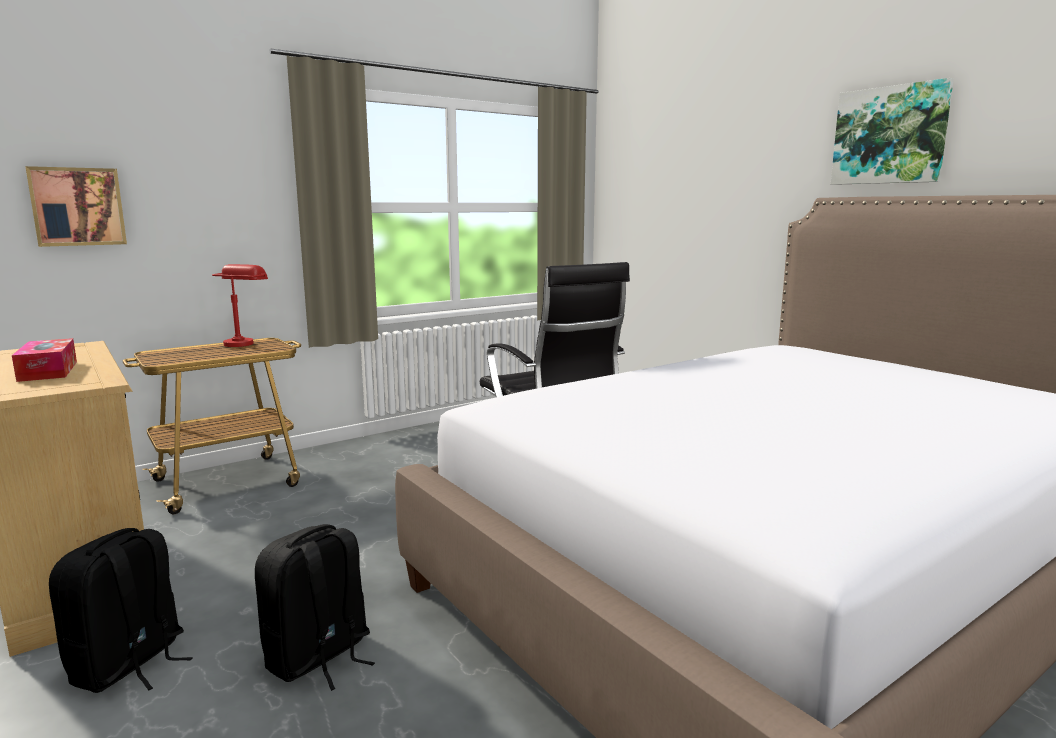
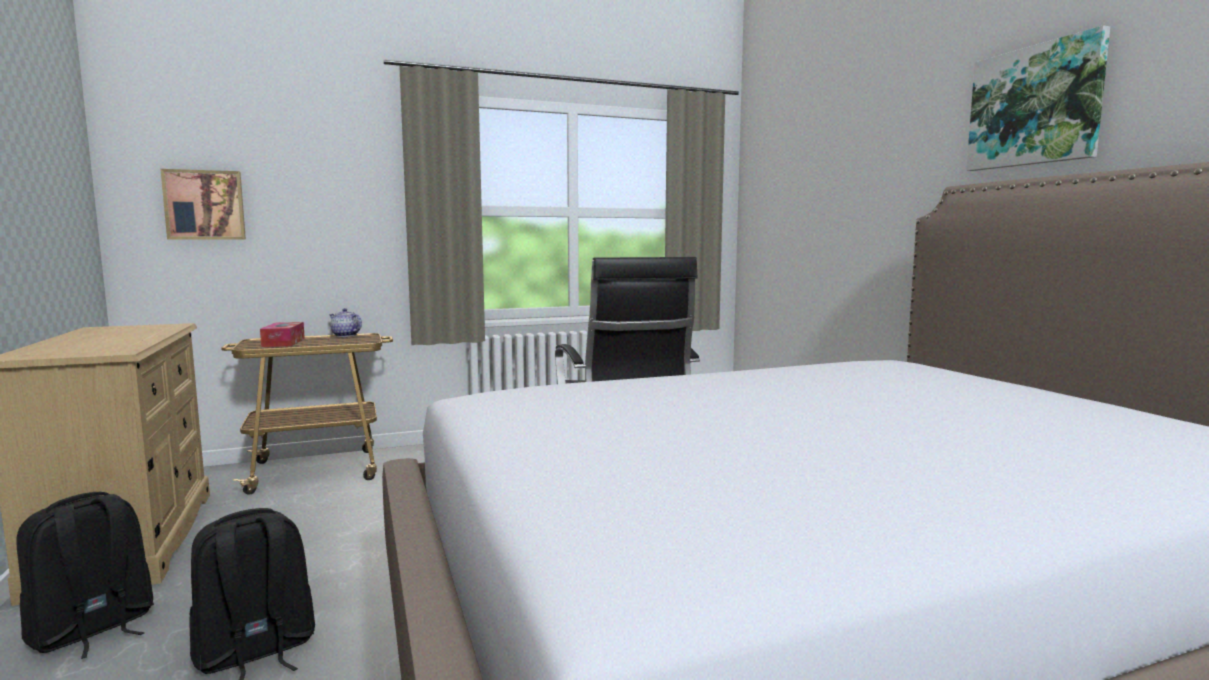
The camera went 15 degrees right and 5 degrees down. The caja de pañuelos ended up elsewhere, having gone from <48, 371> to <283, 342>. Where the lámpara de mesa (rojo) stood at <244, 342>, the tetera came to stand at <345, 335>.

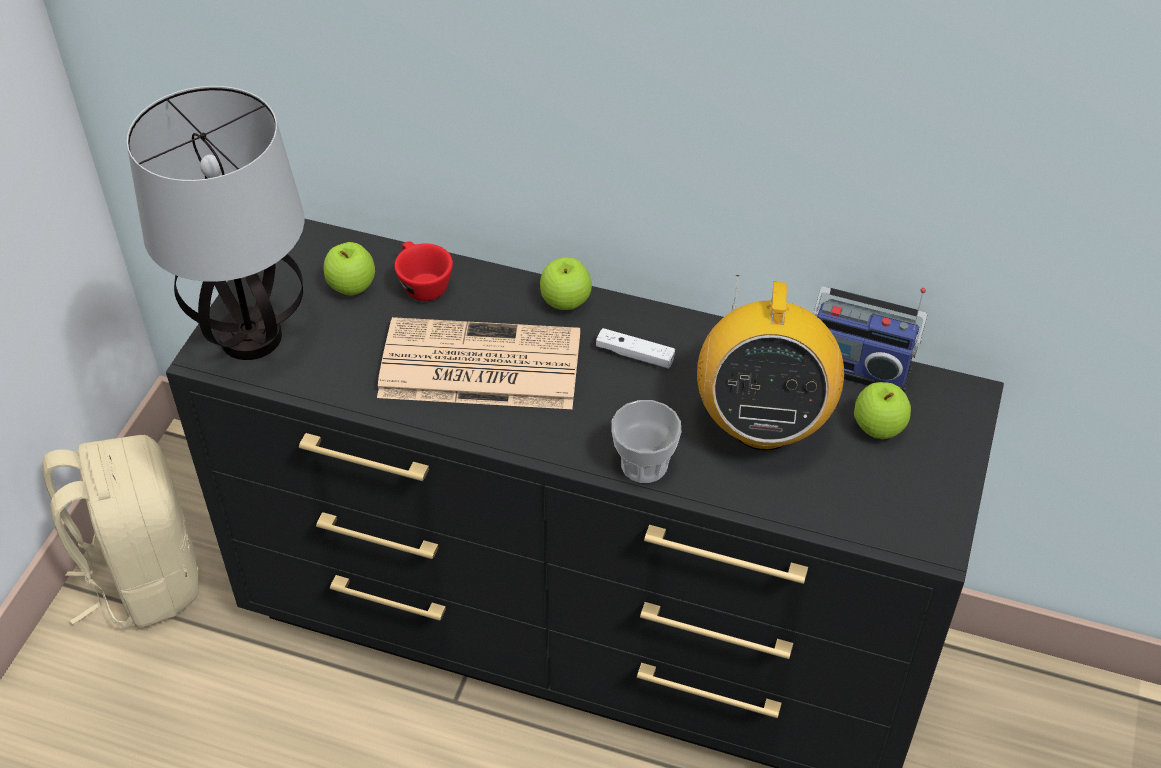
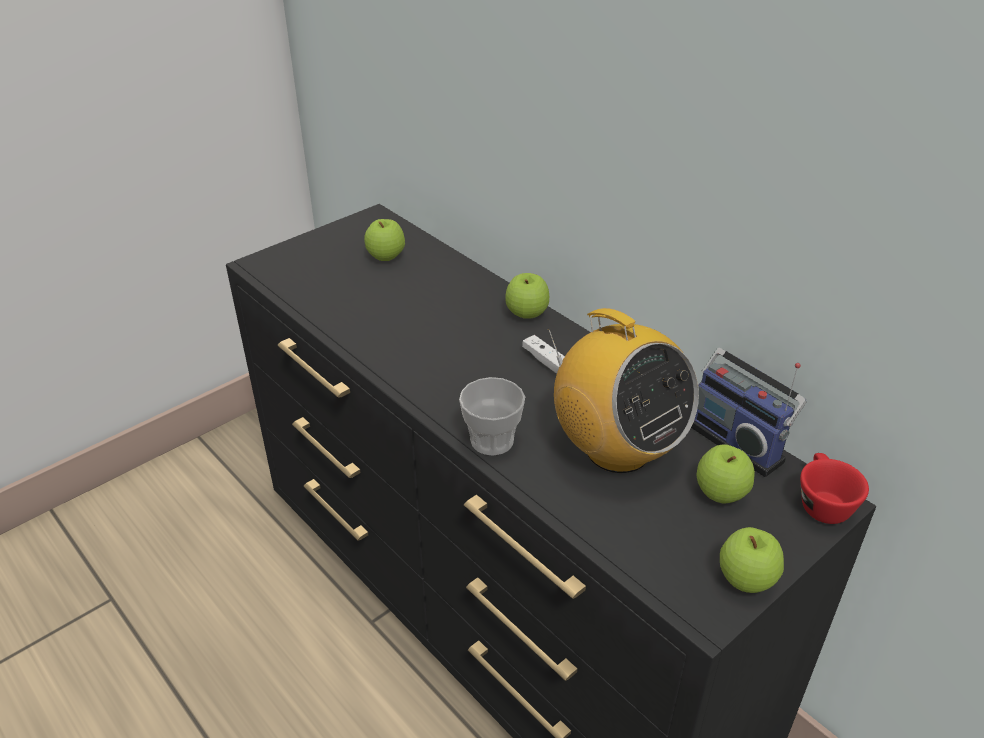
The camera went 30 degrees right and 10 degrees down. The second view lost the mochila (beis) at <143, 577>. The second view lost the lámpara de mesa at <249, 338>. The second view lost the periódico at <477, 366>. The taza (rojo) ended up elsewhere, having gone from <421, 284> to <821, 502>. The radio at <762, 423> ended up facing another way, 75 degrees counterclockwise from before. The second view gained the manzana at <746, 580>.

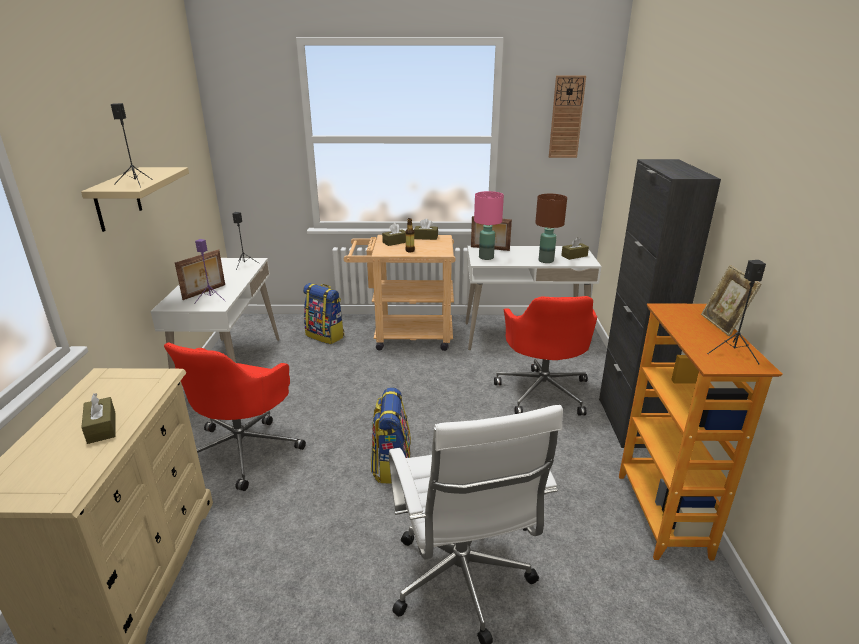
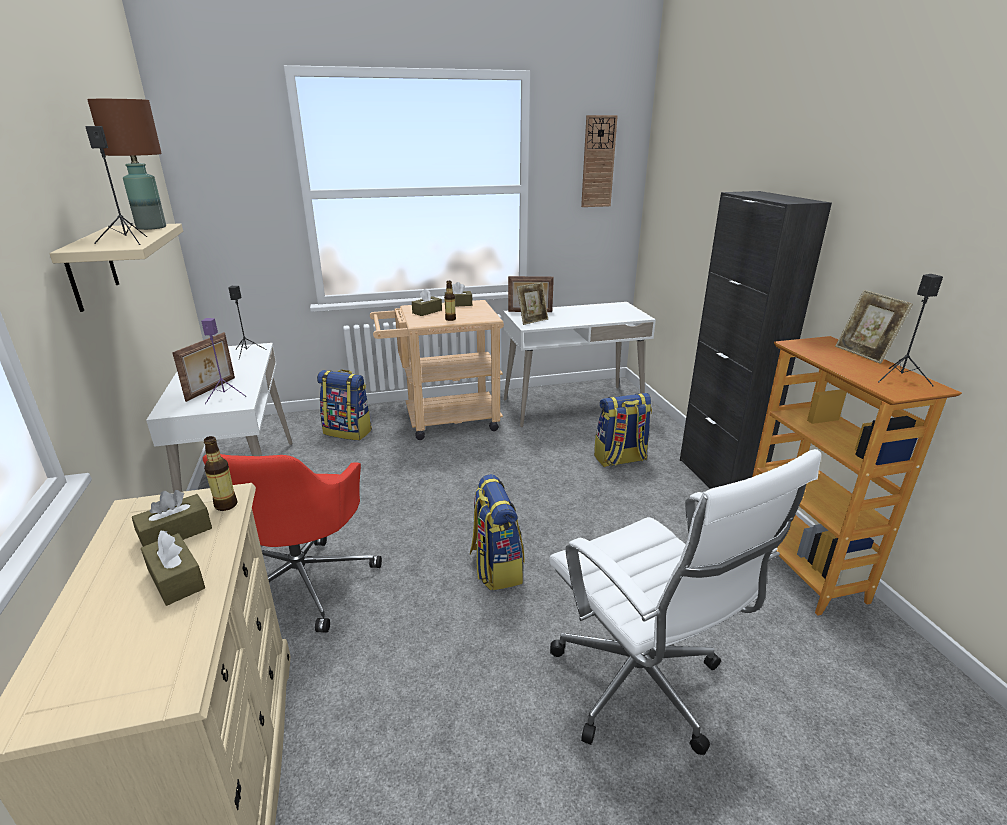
The camera went 15 degrees left and 0 degrees up. Where the lámpara de mesa (rosa) stood at <486, 257>, the portarretratos came to stand at <532, 320>. Where the silla de oficina (rojo) stood at <543, 391>, the mochila came to stand at <620, 459>. The lámpara de mesa (marrón) ended up elsewhere, having gone from <546, 260> to <152, 227>. The caja de pañuelos (marrón) ended up elsewhere, having gone from <574, 256> to <176, 533>. The second view gained the botella at <226, 505>.

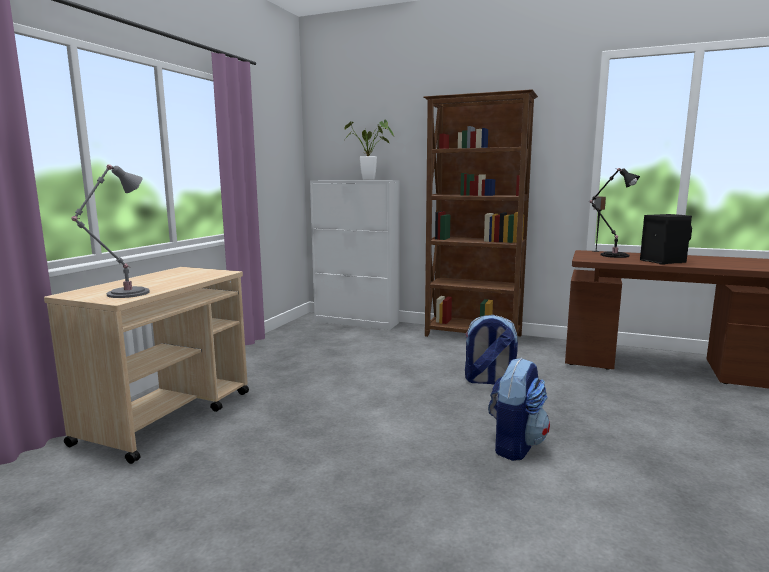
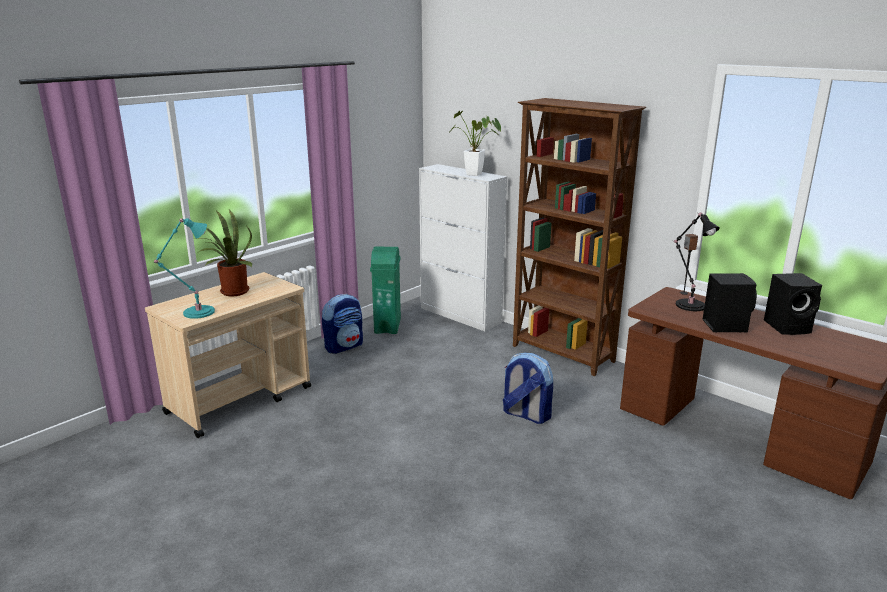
The camera went 20 degrees right and 10 degrees up. What was the lámpara de mesa (gris) at <124, 294> turned into the lámpara de mesa (turquesa) at <196, 313>. The mochila ended up elsewhere, having gone from <515, 445> to <344, 346>. The second view gained the planta en maceta at <231, 292>. The second view gained the papelera (verde) at <388, 326>. The second view gained the altavoz (negro) at <788, 327>.

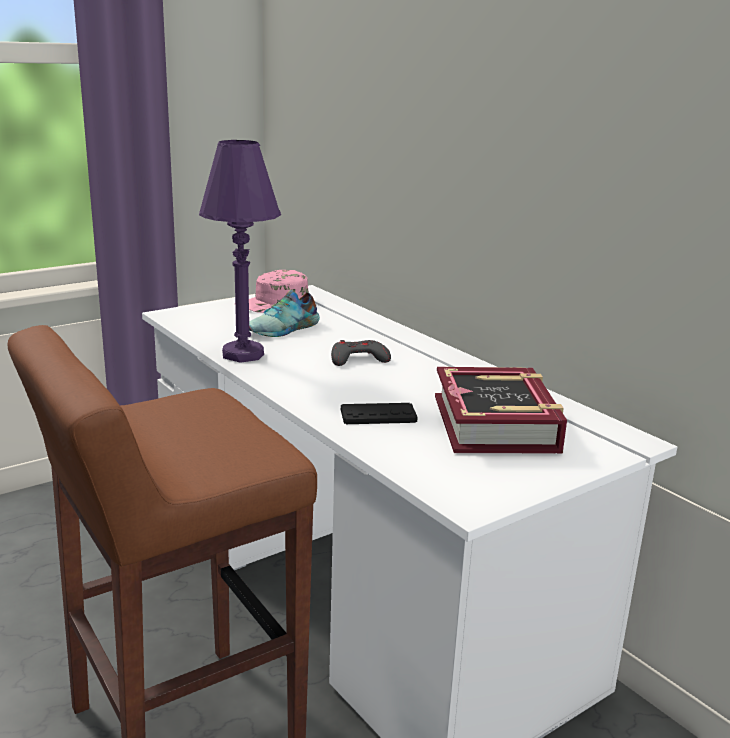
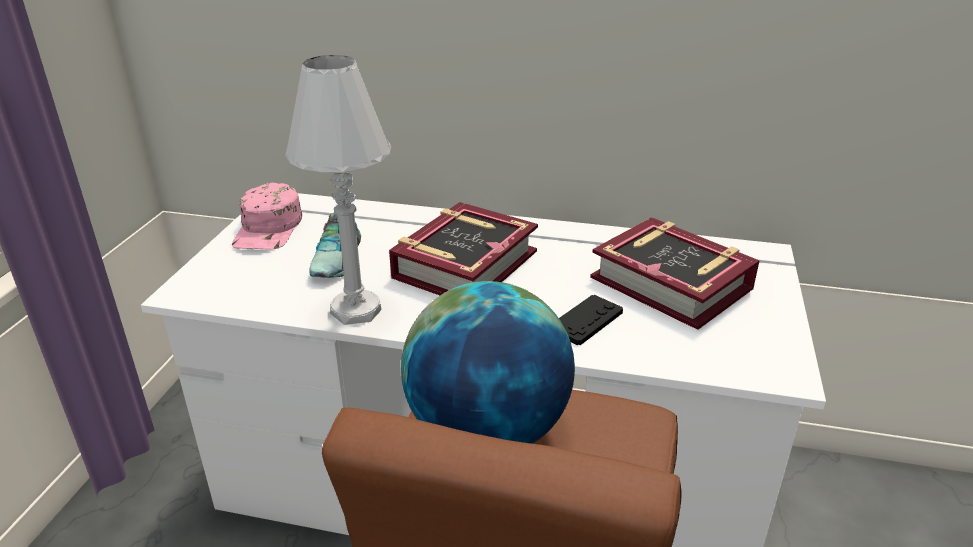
The camera went 40 degrees left and 10 degrees up. What was the lámpara de mesa (morado) at <242, 355> turned into the lámpara de mesa (blanco) at <356, 310>. Where the mando de consola (gris) stood at <358, 359>, the libro came to stand at <464, 264>. The second view gained the globo terráqueo at <487, 431>.

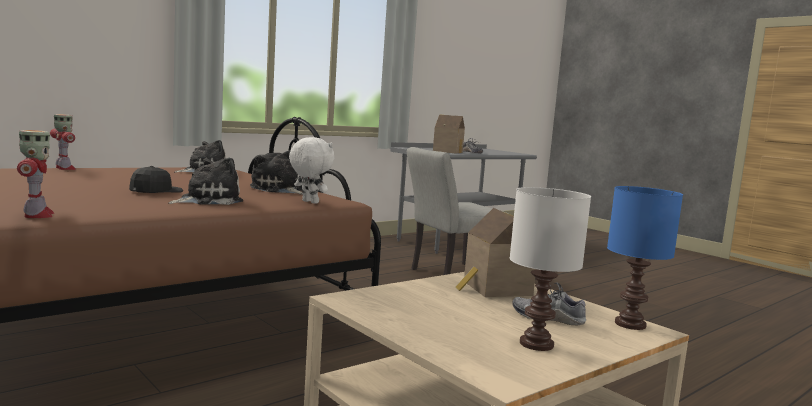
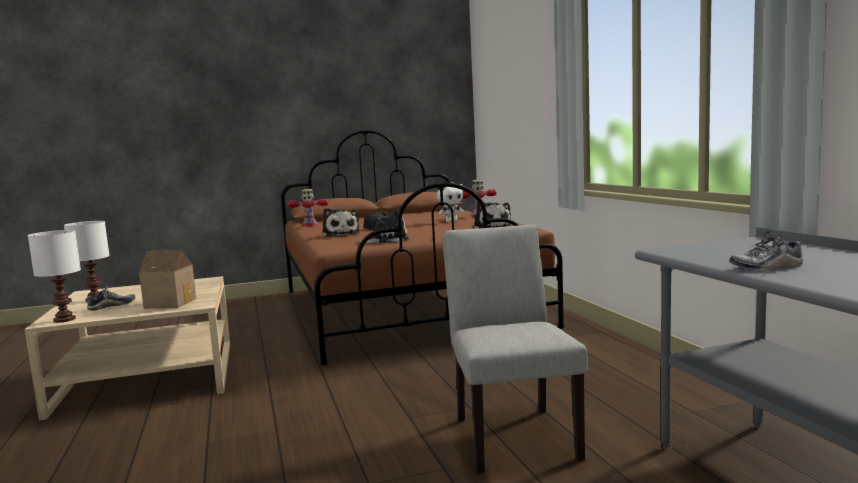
The camera went 115 degrees right and 0 degrees up. The peluche (blanco) ended up elsewhere, having gone from <309, 202> to <451, 221>. The second view lost the casita at <448, 151>. What was the lámpara de mesa (azul) at <628, 324> turned into the lámpara de mesa (blanco) at <65, 319>.

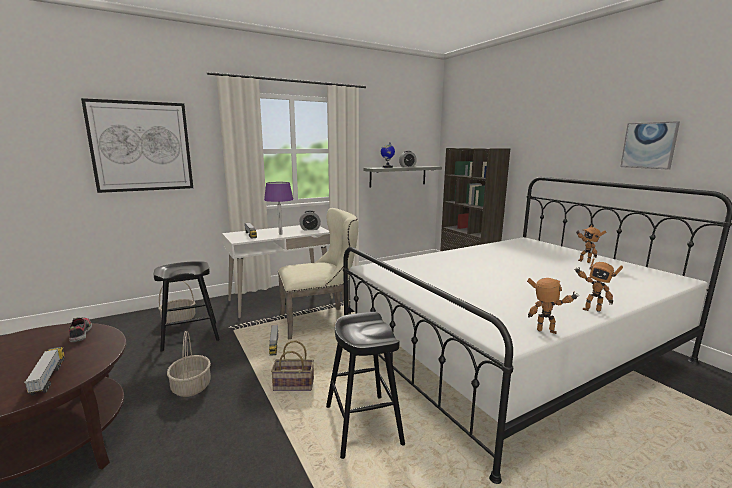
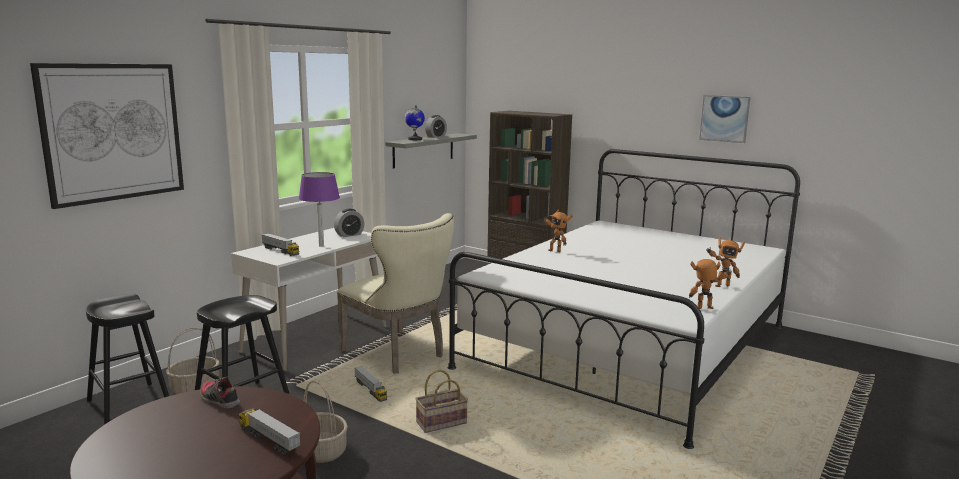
The camera went 25 degrees left and 0 degrees up. The silla (beis) at <320, 320> ended up facing another way, 90 degrees clockwise from before. The taburete (negro) ended up elsewhere, having gone from <363, 425> to <129, 405>. The robot de juguete ended up elsewhere, having gone from <584, 261> to <555, 250>.

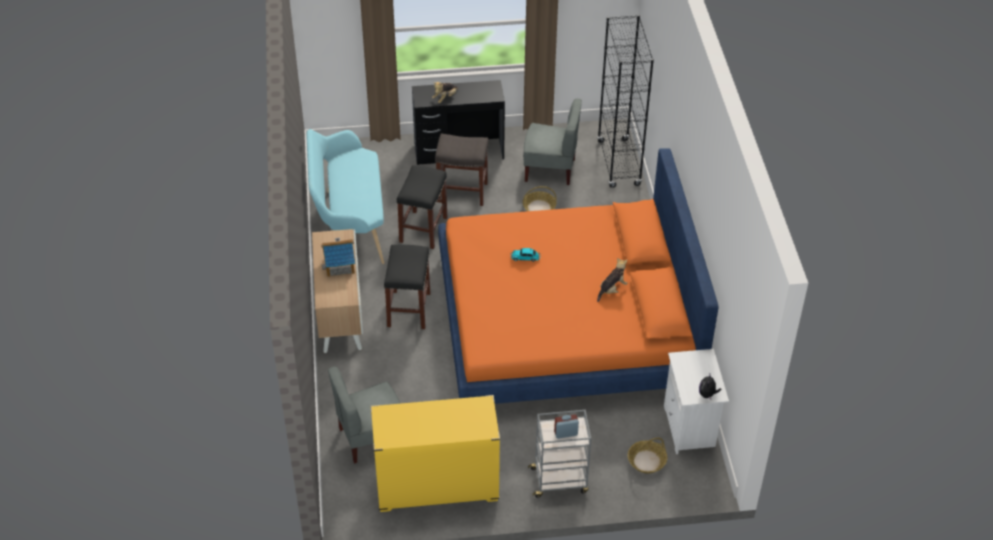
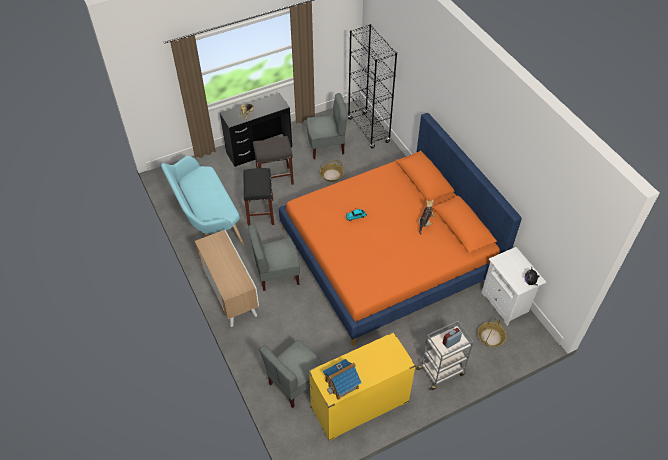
The camera went 20 degrees left and 5 degrees up. The casita ended up elsewhere, having gone from <339, 265> to <342, 384>. Where the taburete (negro) stood at <408, 309>, the silla (gris) came to stand at <277, 274>.

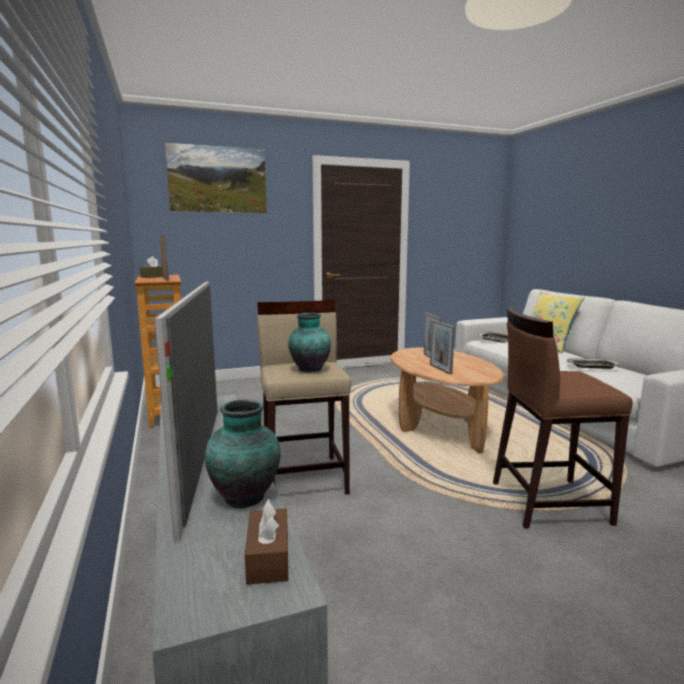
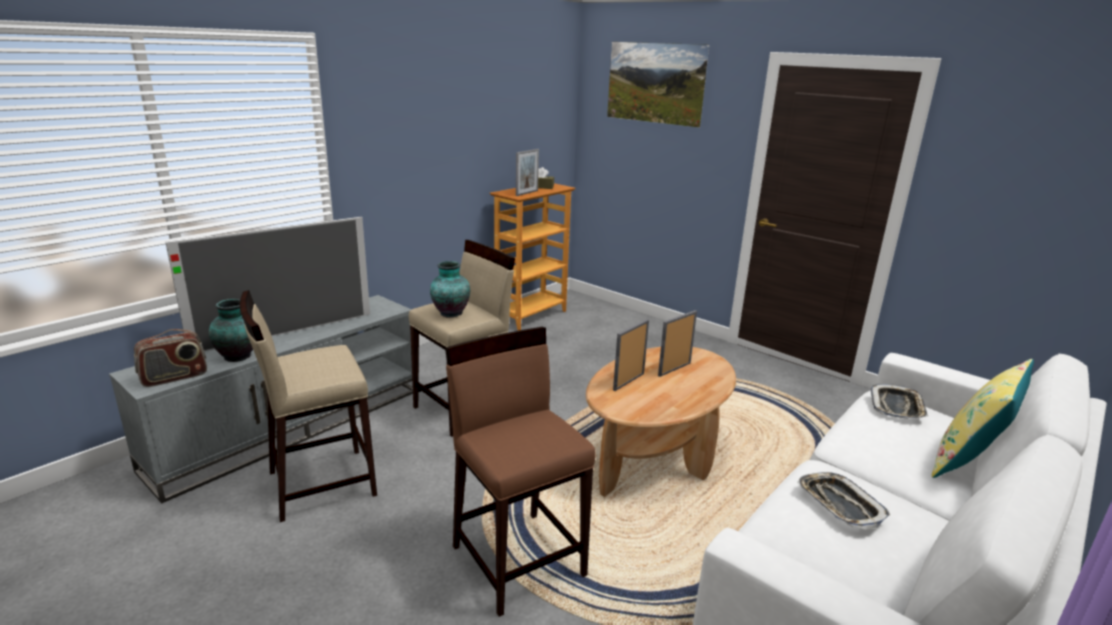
The camera went 60 degrees right and 10 degrees up. Where the caja de pañuelos (marrón) stood at <268, 558>, the radio came to stand at <174, 377>. The second view gained the taburete (beis) at <320, 483>.

